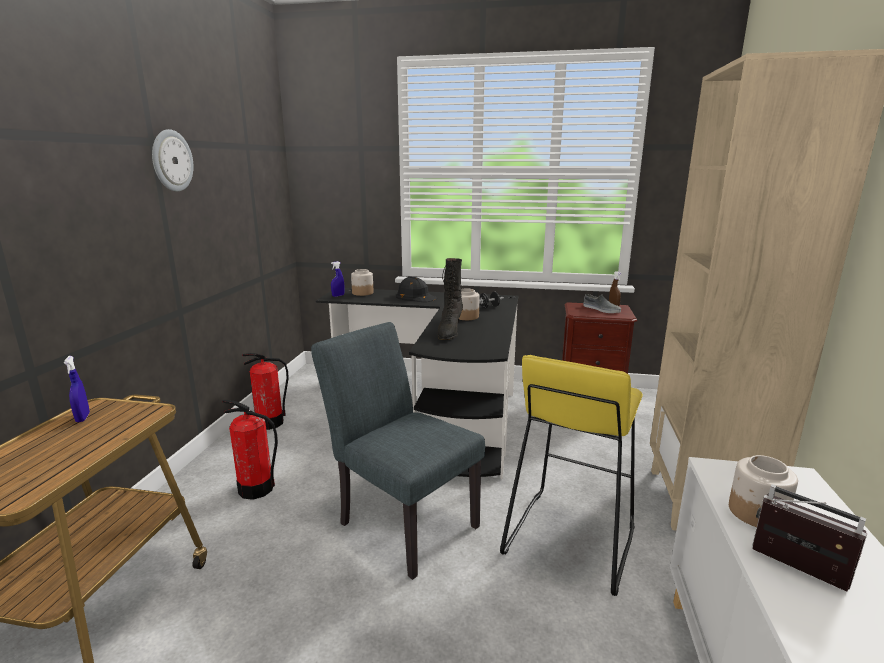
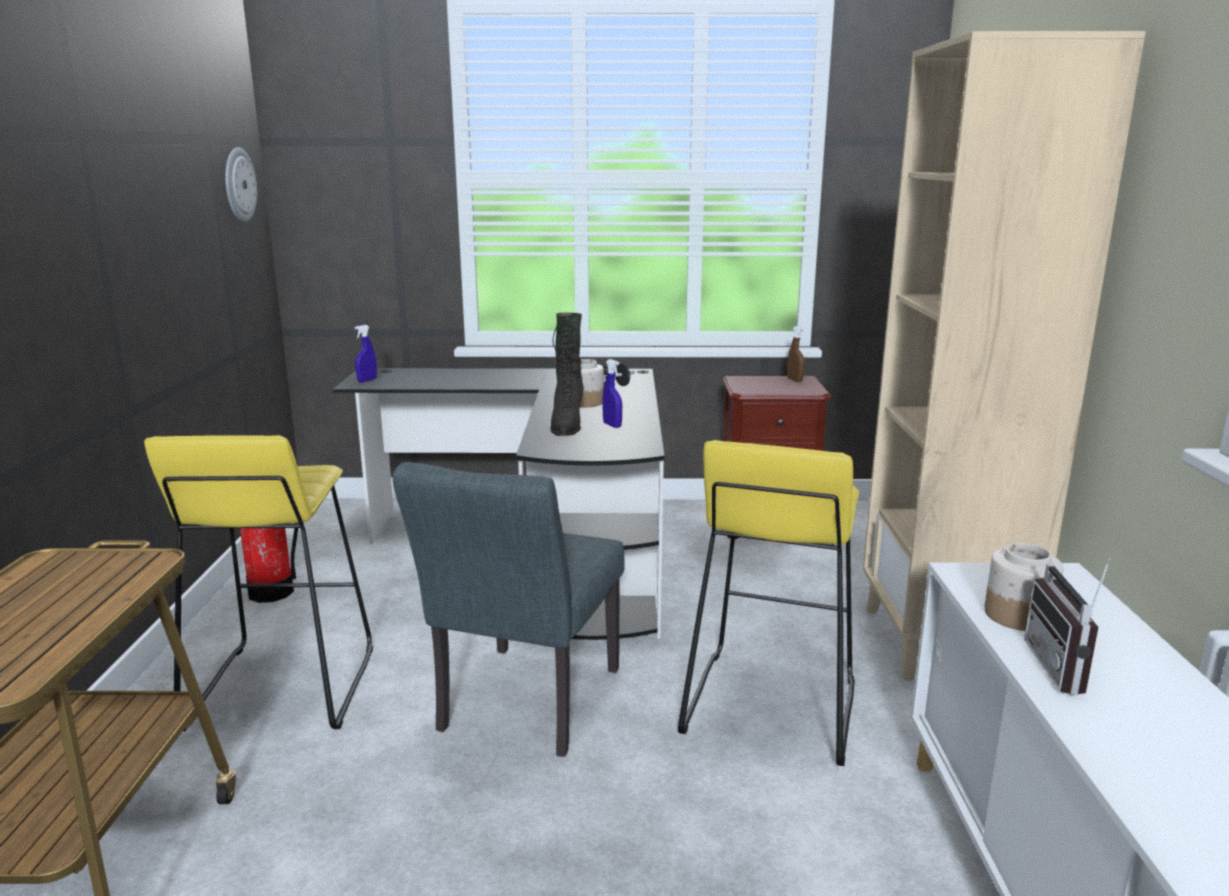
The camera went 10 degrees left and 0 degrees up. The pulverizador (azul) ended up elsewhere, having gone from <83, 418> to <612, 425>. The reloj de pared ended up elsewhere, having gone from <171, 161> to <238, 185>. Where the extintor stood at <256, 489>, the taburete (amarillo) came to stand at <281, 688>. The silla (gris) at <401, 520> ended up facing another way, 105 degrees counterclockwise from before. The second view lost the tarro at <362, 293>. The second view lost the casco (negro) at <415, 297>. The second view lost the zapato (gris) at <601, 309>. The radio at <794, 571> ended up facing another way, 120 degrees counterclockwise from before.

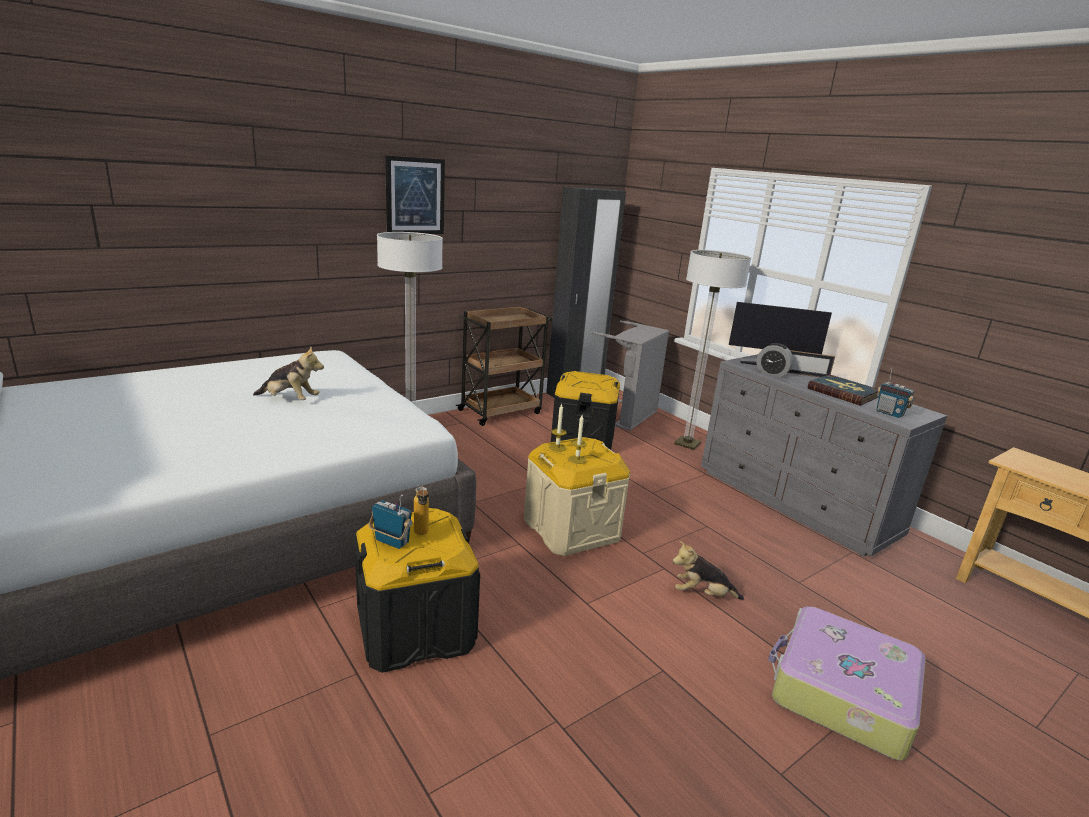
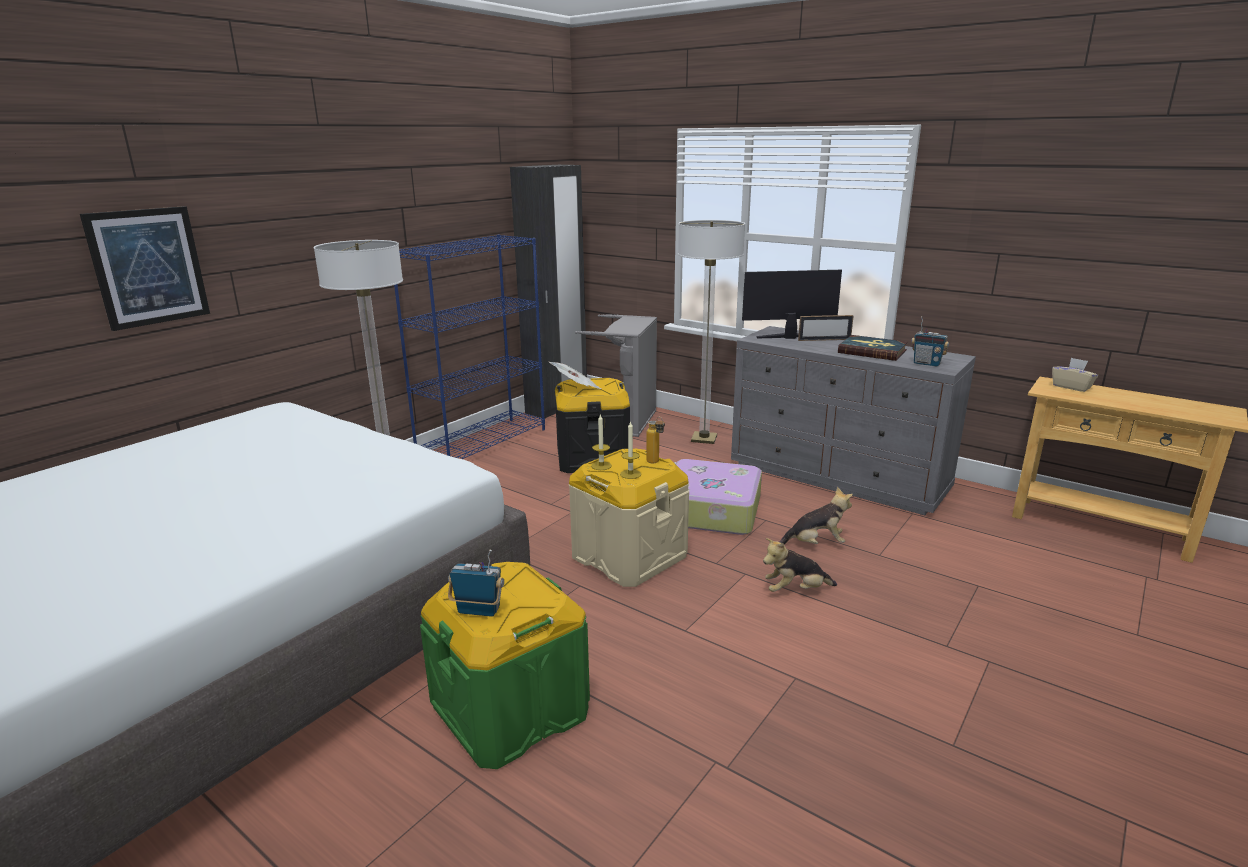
The camera went 15 degrees left and 0 degrees up. The peluche ended up elsewhere, having gone from <290, 400> to <815, 544>. What was the caja de almacenaje (negro) at <415, 629> turned into the caja de almacenaje (verde) at <510, 710>. The cuadro ended up elsewhere, having gone from <415, 196> to <148, 267>. The botella ended up elsewhere, having gone from <421, 535> to <655, 463>. Where the carrito (marrón) stood at <501, 411>, the estantería (azul) came to stand at <483, 443>. The second view lost the despertador at <772, 373>. The maleta ended up elsewhere, having gone from <840, 693> to <709, 510>. The second view gained the periódico at <576, 388>. The second view gained the caja de pañuelos (beis) at <1071, 387>.

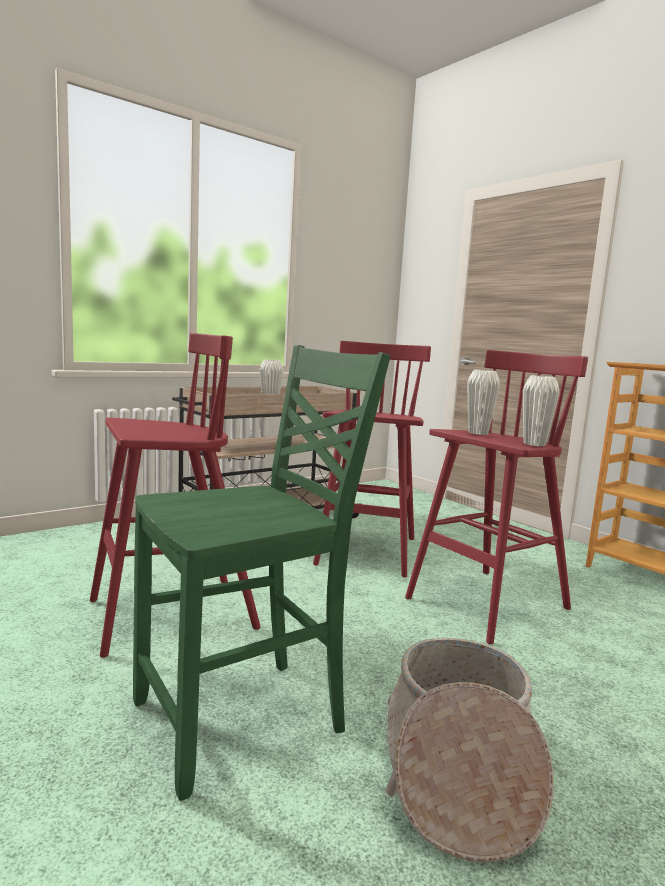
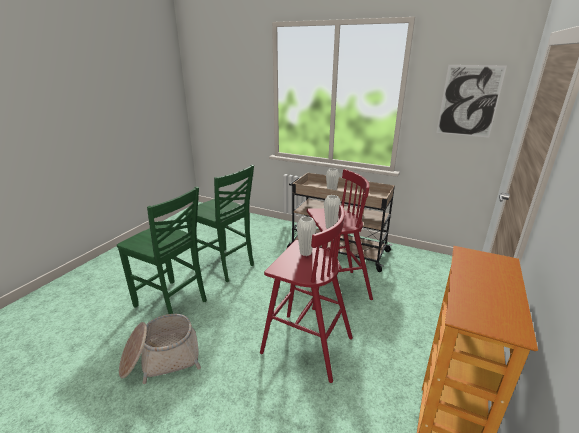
The camera went 65 degrees right and 15 degrees up. Where the taburete (rojo) stood at <168, 615>, the silla (verde) came to stand at <225, 265>. The florero (blanco) ended up elsewhere, having gone from <534, 444> to <331, 227>. The second view gained the cuadro at <469, 101>.

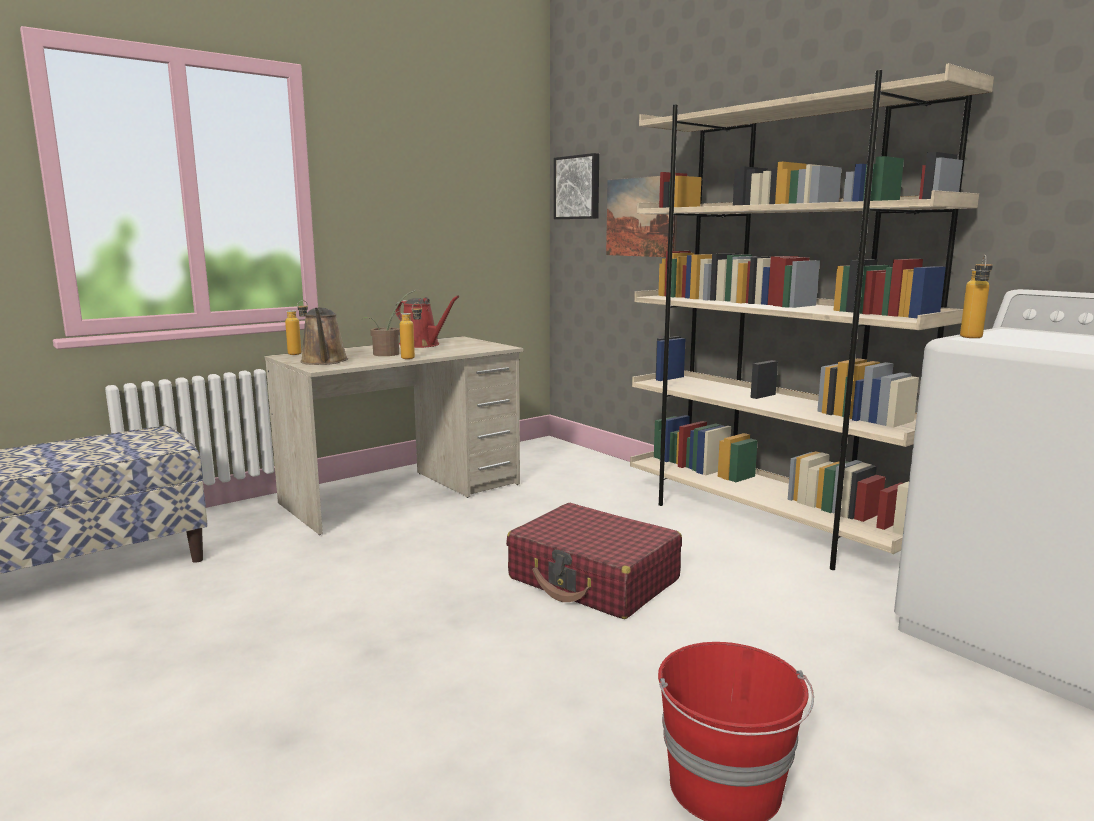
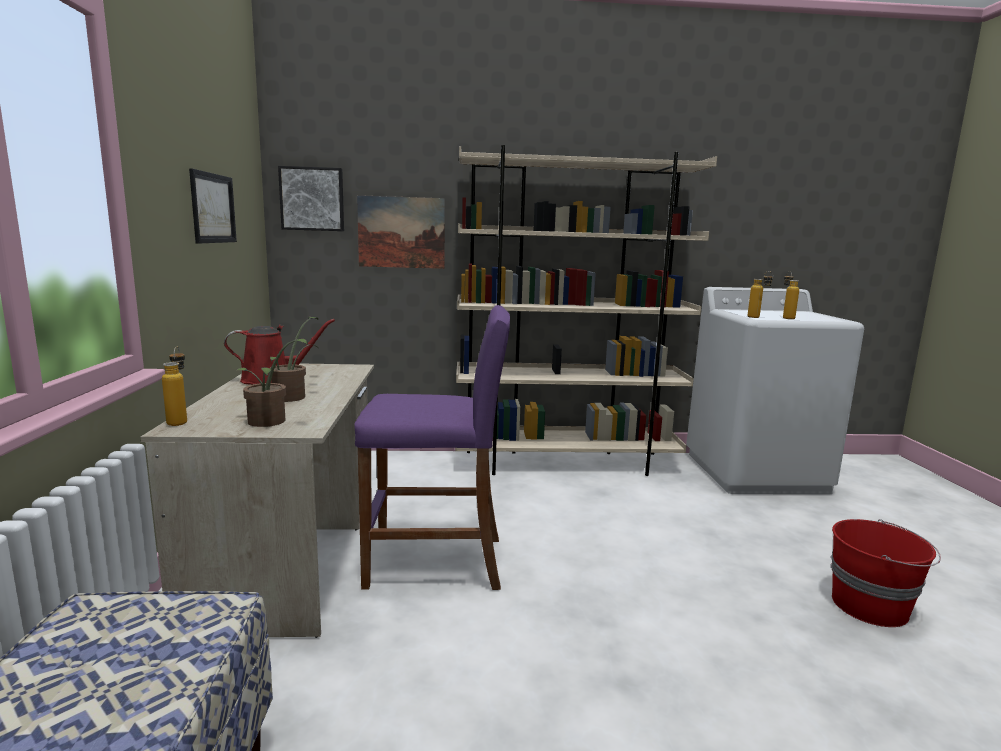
The camera went 55 degrees left and 0 degrees up. Where the regadera (marrón) stood at <324, 362>, the planta en maceta came to stand at <270, 422>. The botella ended up elsewhere, having gone from <413, 357> to <786, 318>. The second view lost the maleta (rojo) at <594, 579>. The second view gained the cuadro at <213, 208>. The second view gained the taburete (morado) at <436, 562>.

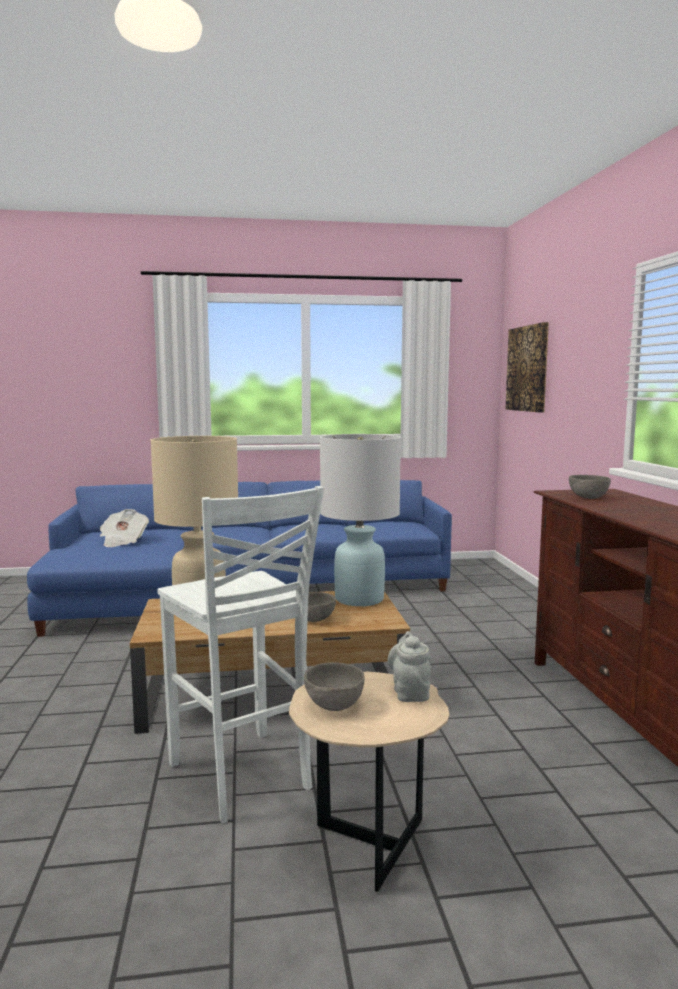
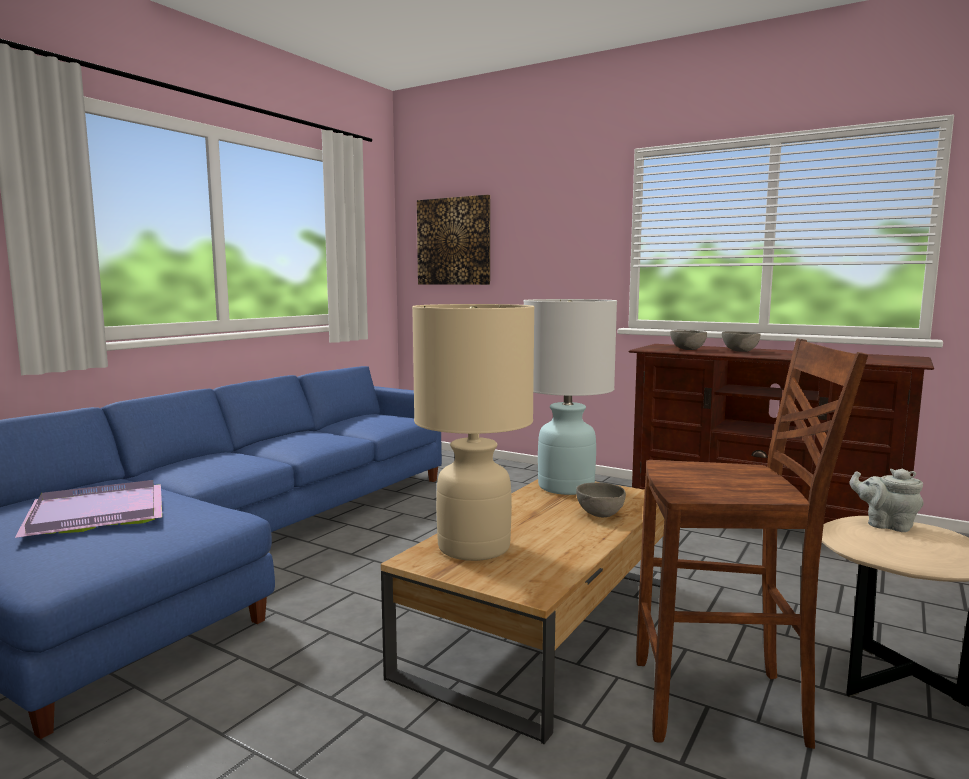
The camera went 50 degrees left and 0 degrees up. Where the periódico stood at <123, 541>, the bandeja (morado) came to stand at <99, 513>. What was the taburete (blanco) at <242, 777> turned into the taburete (marrón) at <723, 705>. The cuenco (gris) ended up elsewhere, having gone from <333, 706> to <740, 351>.

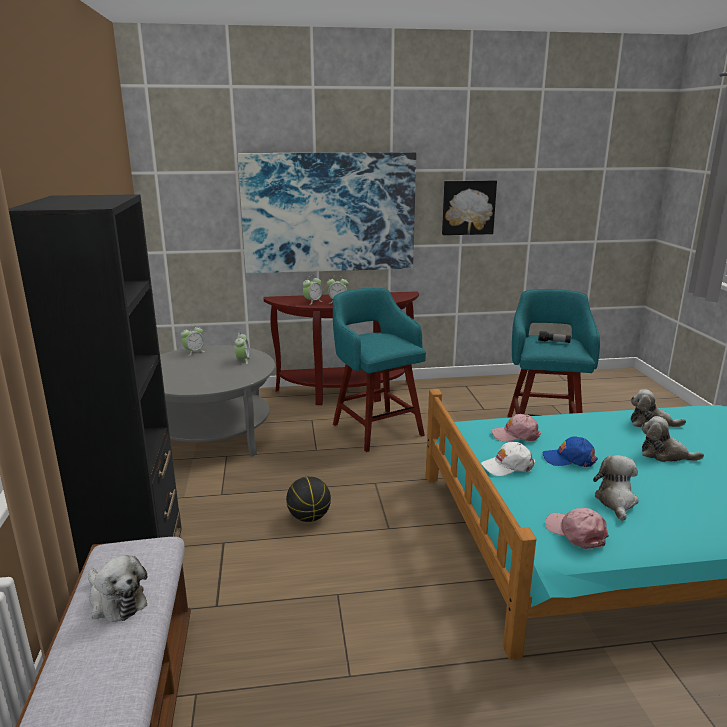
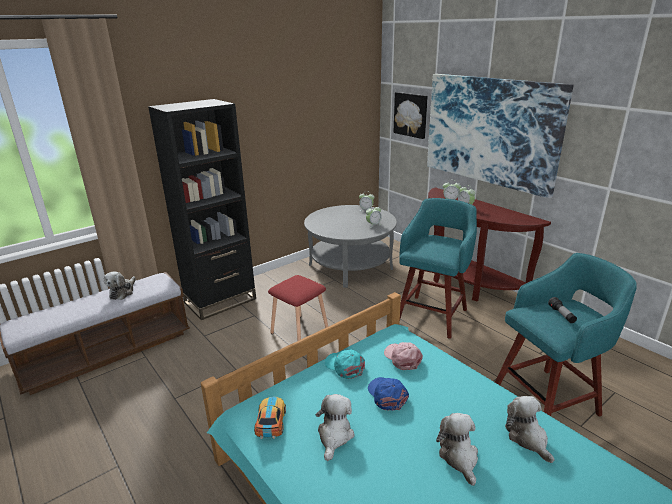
The camera went 60 degrees right and 5 degrees up. Where the balón de baloncesto stood at <309, 517>, the taburete (rojo) came to stand at <298, 331>. The cuadro ended up elsewhere, having gone from <468, 207> to <411, 114>. What was the gorra (blanco) at <507, 466> turned into the gorra (turquesa) at <345, 366>. Where the gorra (rosa) stood at <576, 532>, the coche de juguete came to stand at <271, 421>. The peluche at <616, 501> ended up facing another way, 60 degrees counterclockwise from before.

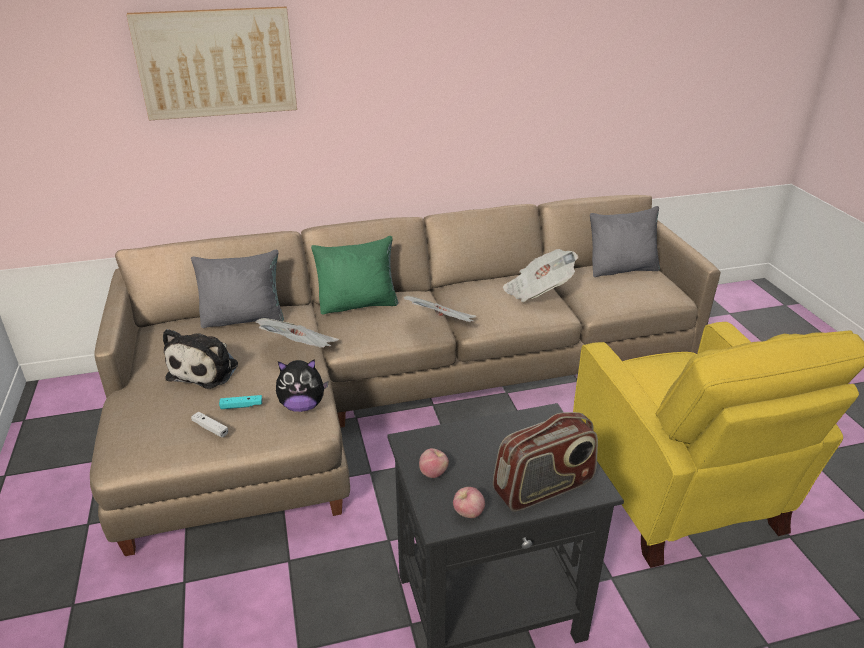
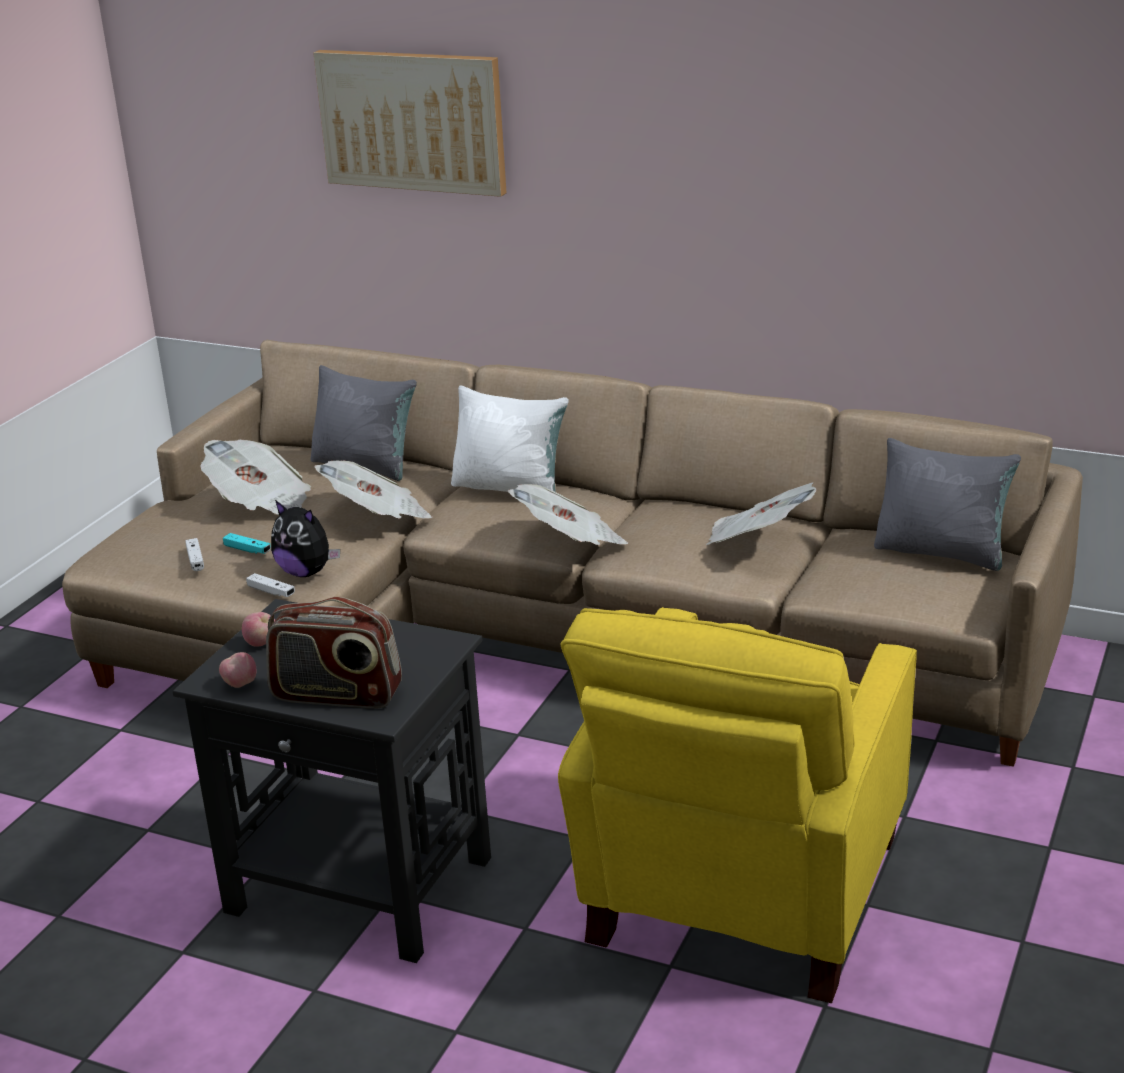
The camera went 40 degrees right and 5 degrees down. Where the peluche stood at <206, 369>, the periódico came to stand at <261, 504>. What was the cojín (verde) at <358, 304> turned into the cojín (blanco) at <510, 488>. The second view gained the mando de consola (blanco) at <271, 592>.

